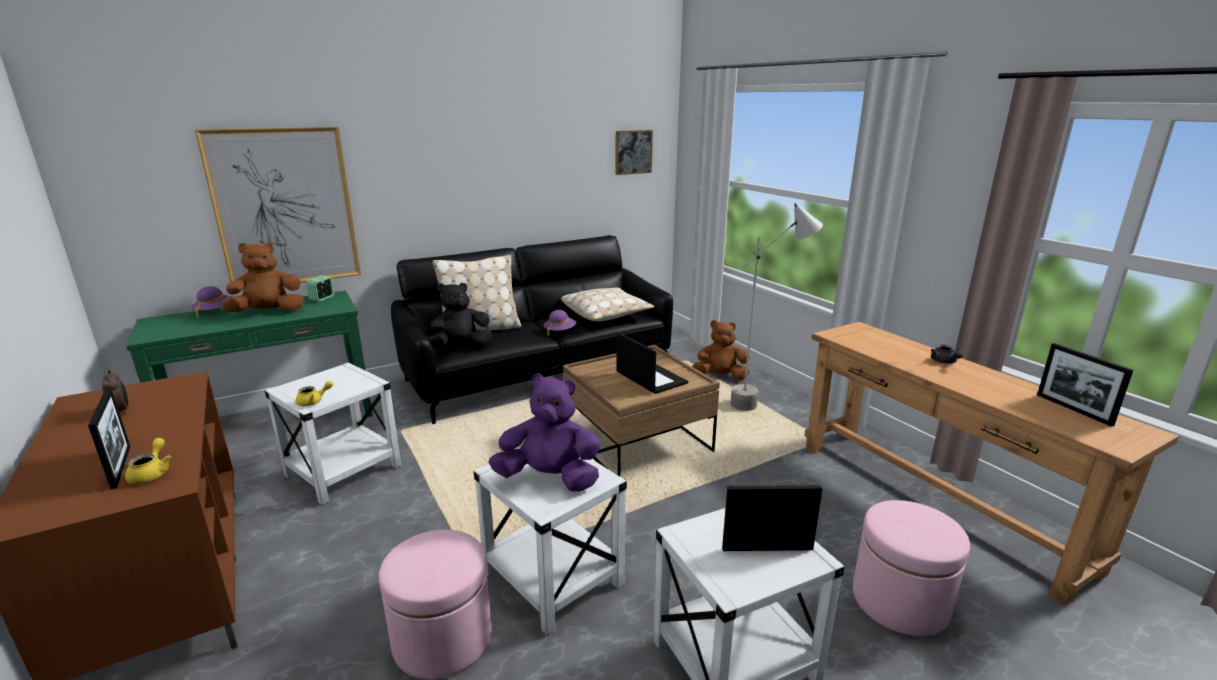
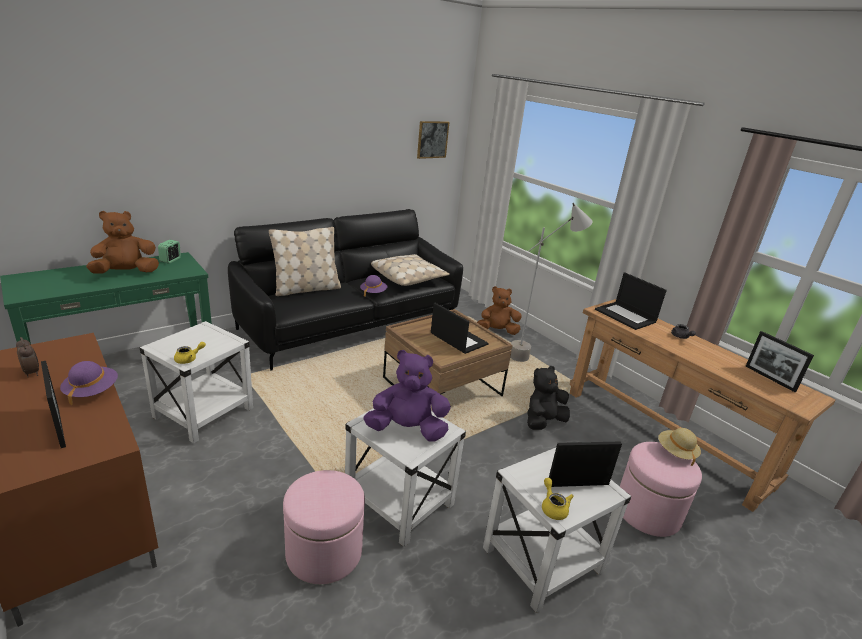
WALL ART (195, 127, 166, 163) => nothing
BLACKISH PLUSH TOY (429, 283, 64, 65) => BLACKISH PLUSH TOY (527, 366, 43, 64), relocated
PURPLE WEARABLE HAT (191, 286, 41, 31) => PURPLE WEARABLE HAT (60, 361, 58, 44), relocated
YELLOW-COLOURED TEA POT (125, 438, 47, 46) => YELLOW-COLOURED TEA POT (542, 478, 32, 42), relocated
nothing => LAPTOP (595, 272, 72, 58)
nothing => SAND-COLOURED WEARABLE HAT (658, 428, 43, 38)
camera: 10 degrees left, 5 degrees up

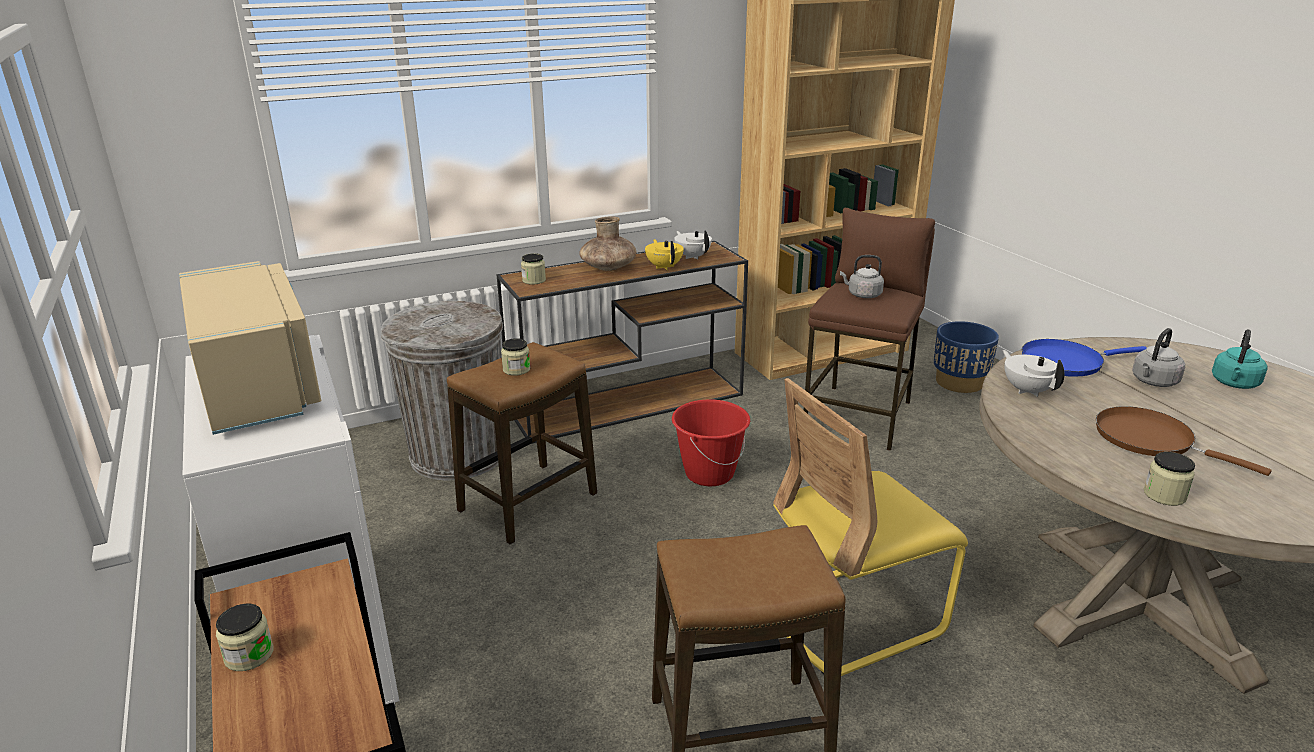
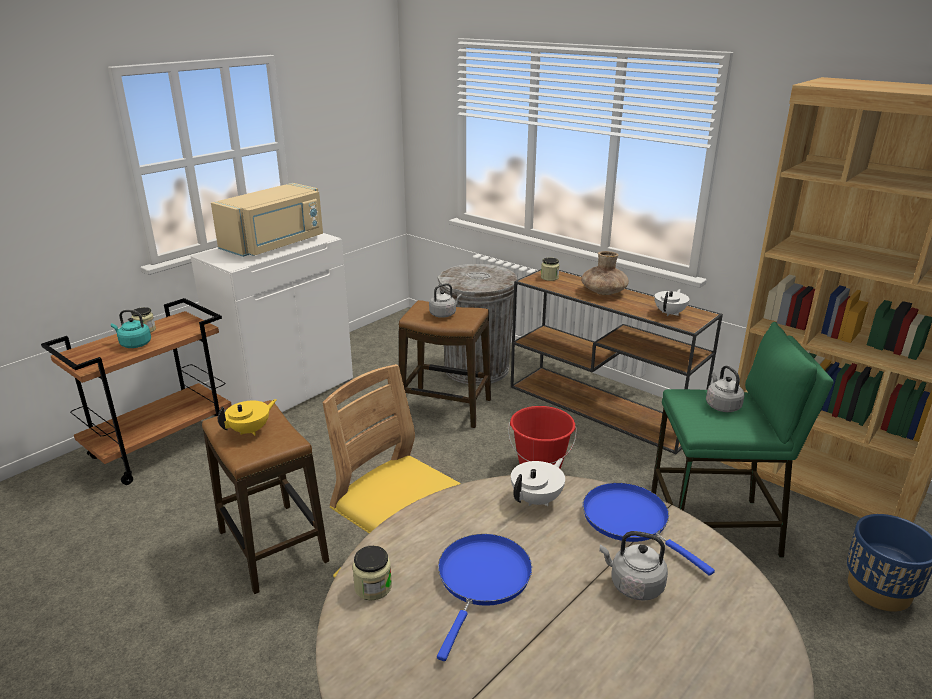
BROWNISH SITTING STOOL (804, 208, 131, 243) => GREEN-COLOURED SITTING STOOL (651, 322, 183, 236)
YELLOW-COLOURED TEA POT (645, 239, 39, 31) => YELLOW-COLOURED TEA POT (218, 399, 59, 37), relocated
TURQUOISE TEA KETTLE (1212, 329, 55, 60) => TURQUOISE TEA KETTLE (111, 310, 40, 38), relocated
PRESERVE JAR (501, 338, 30, 38) => GREY TEA KETTLE (429, 283, 33, 35)
BROWNISH SKILLET (1096, 406, 176, 70) => BLUISH SKILLET (437, 534, 95, 127)
camera: 65 degrees right, 0 degrees up

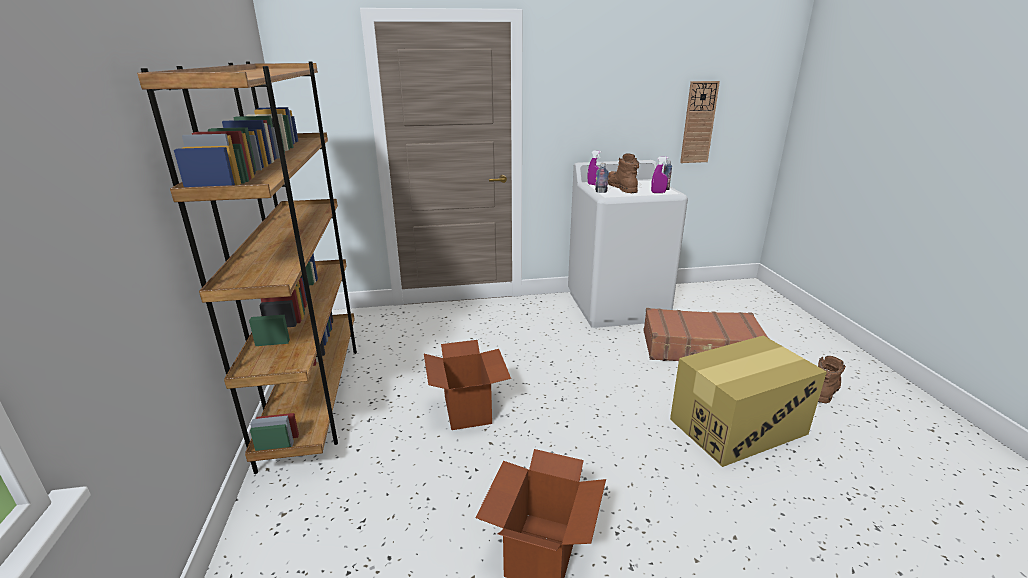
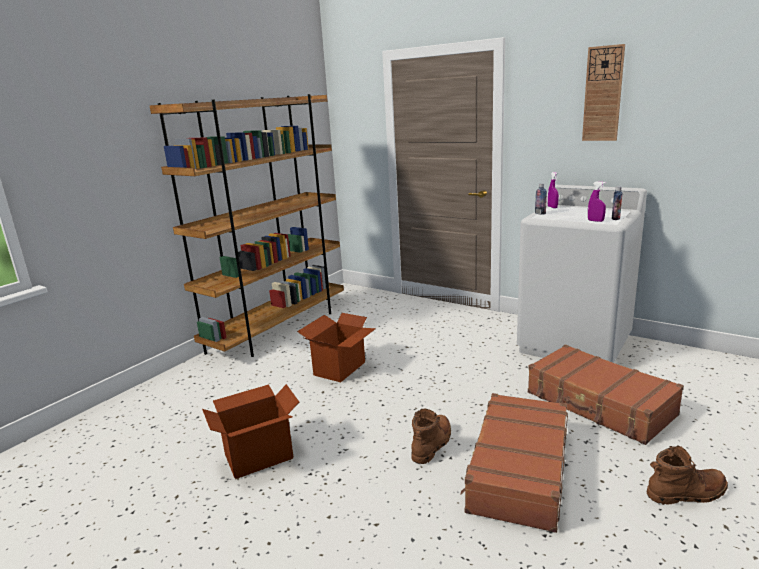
HANGING CLOCK (680, 81, 40, 82) => HANGING CLOCK (582, 44, 43, 97), relocated
BROWNISH BOOT (608, 153, 31, 40) => BROWNISH BOOT (411, 408, 40, 56), relocated
CARDBOARD BOX (670, 335, 157, 132) => BROWNISH SUITCASE (460, 393, 108, 140)
camera: 45 degrees right, 5 degrees down

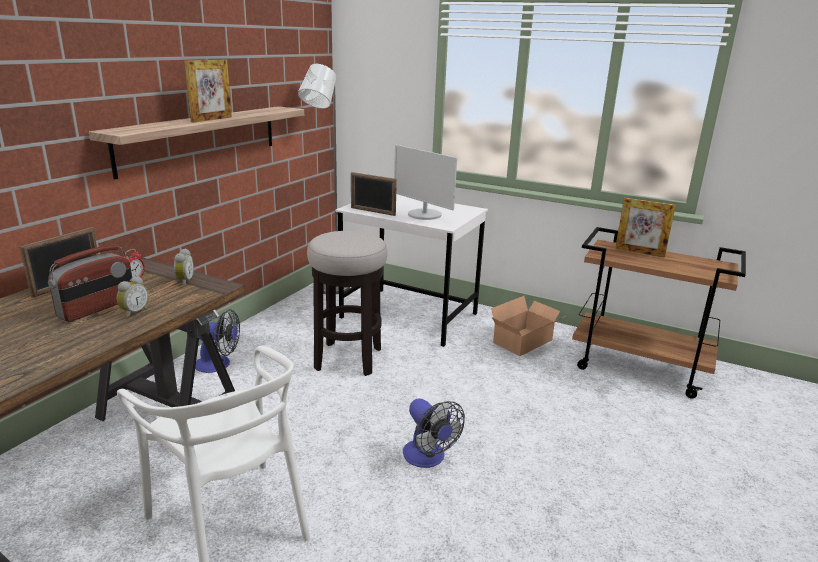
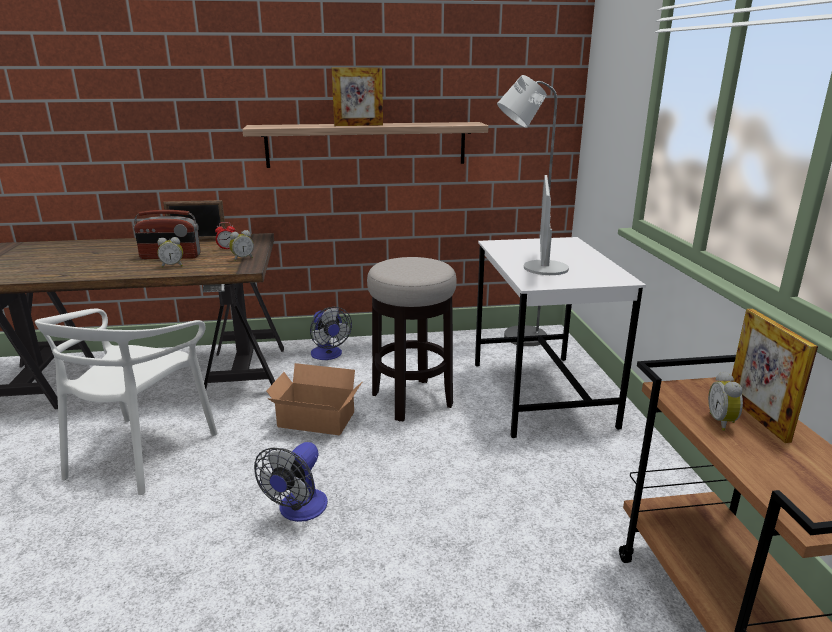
PICTURE FRAME (351, 172, 46, 44) => nothing
CARDBOARD BOX (491, 296, 74, 60) => CARDBOARD BOX (266, 363, 97, 73), relocated
nothing => BEDSIDE CLOCK (708, 371, 35, 60)
camera: 55 degrees right, 0 degrees up

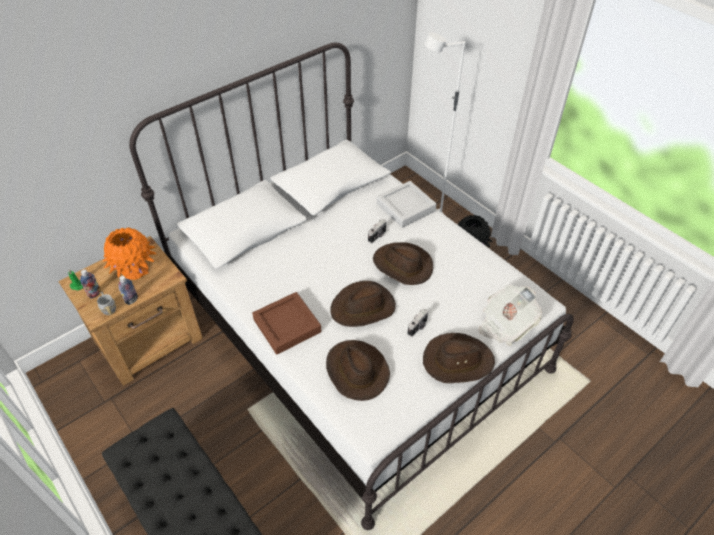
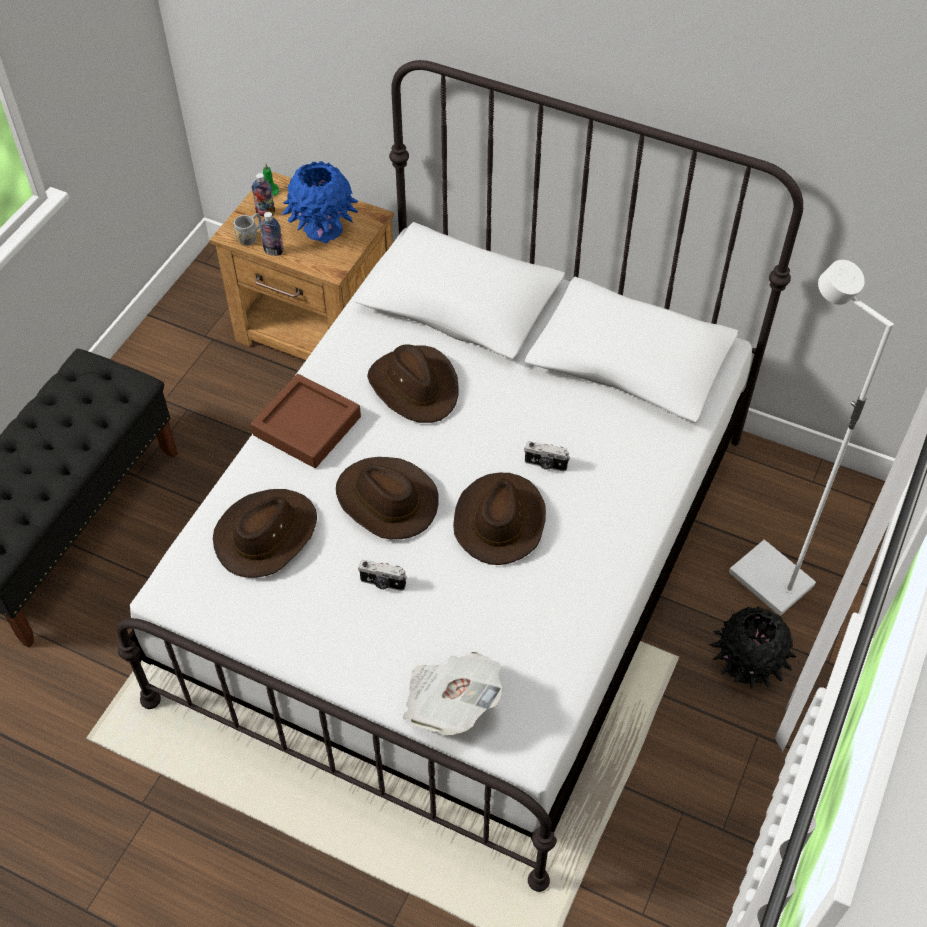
GREY TRAY (377, 181, 59, 47) => nothing
ORANGEY FLOWER VASE (103, 228, 53, 52) => BLUISH FLOWER VASE (282, 161, 77, 83)
BROWNISH WEARABLE HAT (423, 333, 72, 50) => BROWNISH WEARABLE HAT (367, 344, 91, 79), relocated
camera: 65 degrees right, 5 degrees up

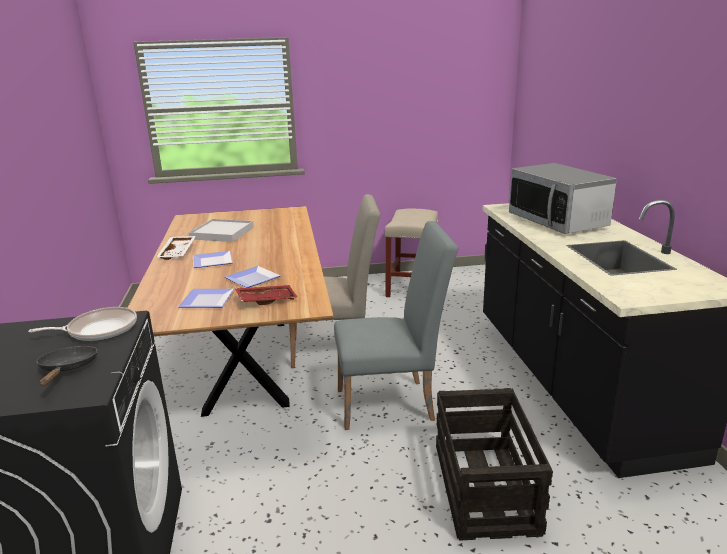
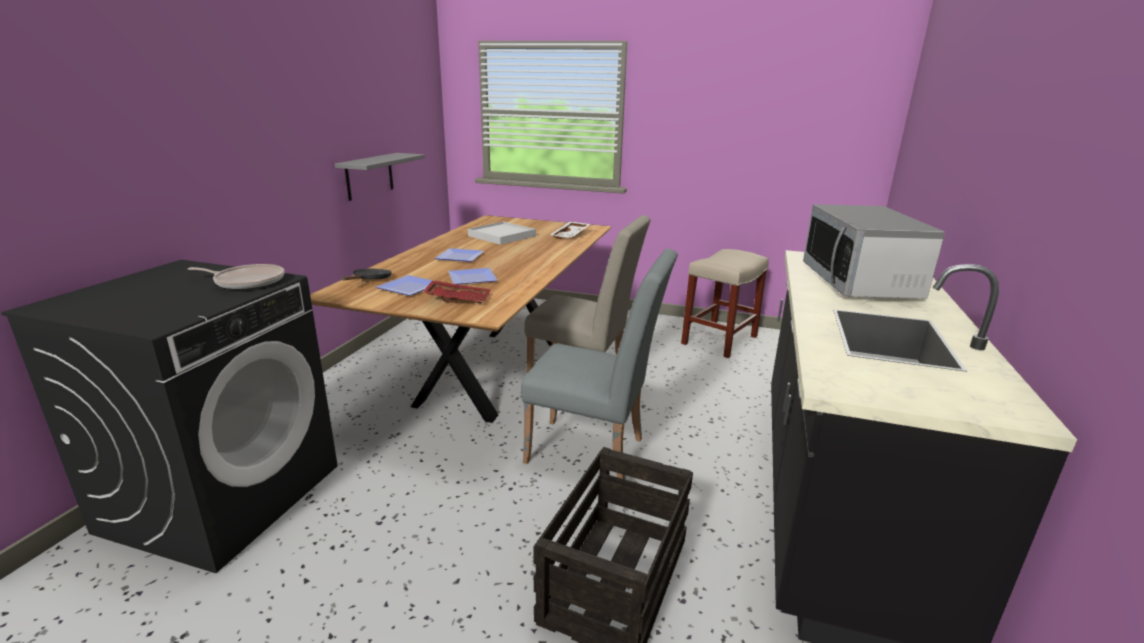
WHITE TRAY (156, 236, 40, 24) => WHITE TRAY (550, 222, 40, 17), relocated
BLACKISH SKILLET (37, 346, 61, 40) => BLACKISH SKILLET (342, 269, 50, 11), relocated
nothing => GREY WALL SHELF (335, 153, 90, 48)
camera: 25 degrees right, 0 degrees up

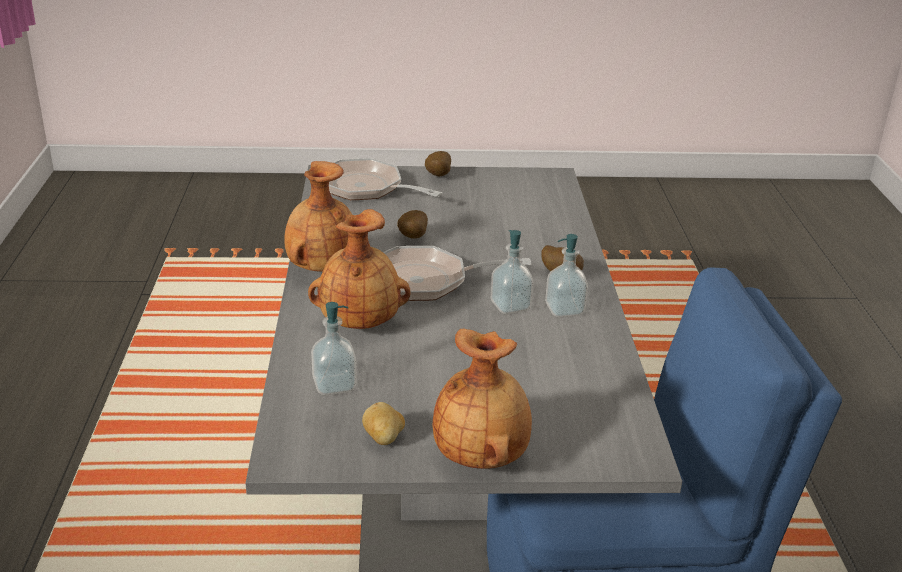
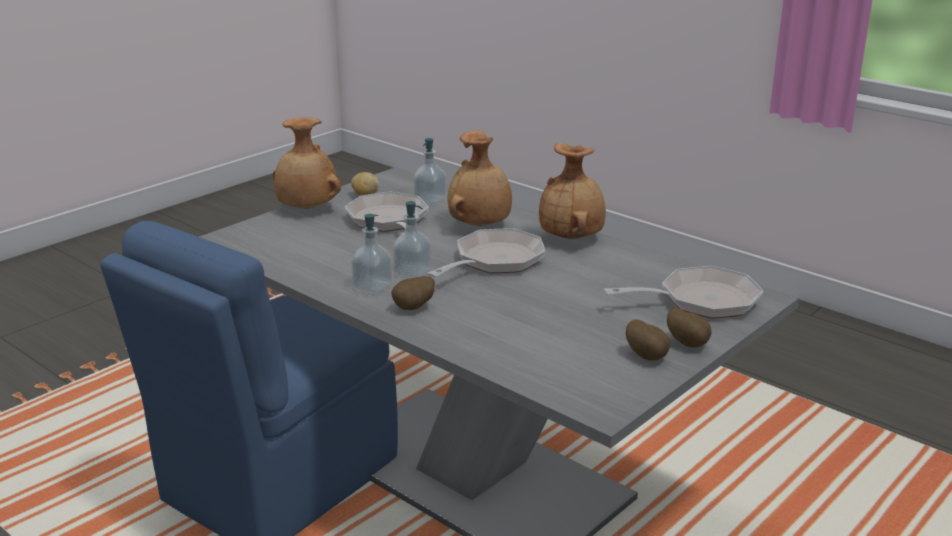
WHOLE POTATO (397, 210, 31, 29) => WHOLE POTATO (626, 319, 45, 42), relocated
nothing => SKILLET (345, 192, 84, 40)
camera: 135 degrees right, 5 degrees down

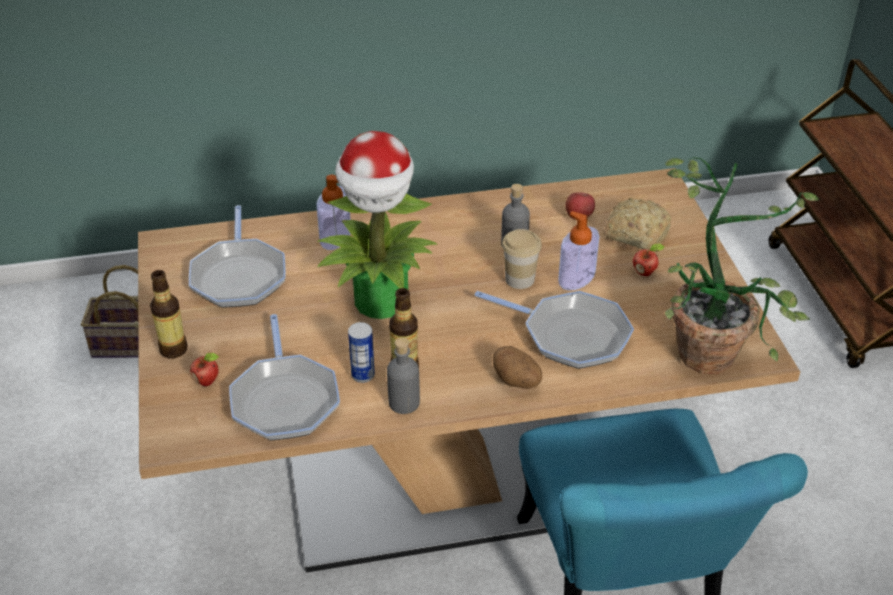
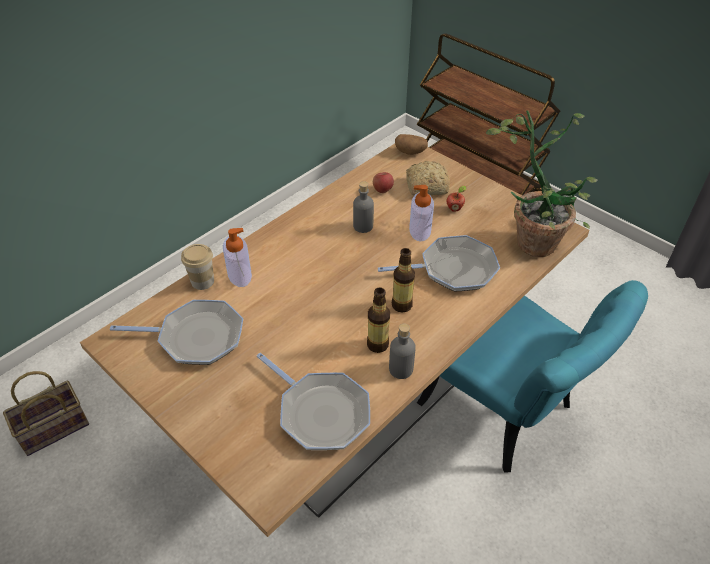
HOUSEPLANT (317, 131, 121, 188) => nothing
SKILLET (189, 205, 96, 103) => SKILLET (110, 300, 133, 65), 45 degrees counterclockwise
CUP (502, 229, 40, 60) => CUP (181, 244, 33, 46), relocated
DRINK BOTTLE (150, 270, 37, 88) => DRINK BOTTLE (392, 248, 23, 65), relocated
CAN (348, 322, 27, 61) => nothing
WHOLE POTATO (493, 346, 50, 43) => WHOLE POTATO (395, 134, 33, 21), relocated
APPLE (190, 352, 29, 34) => nothing
camera: 35 degrees left, 5 degrees up

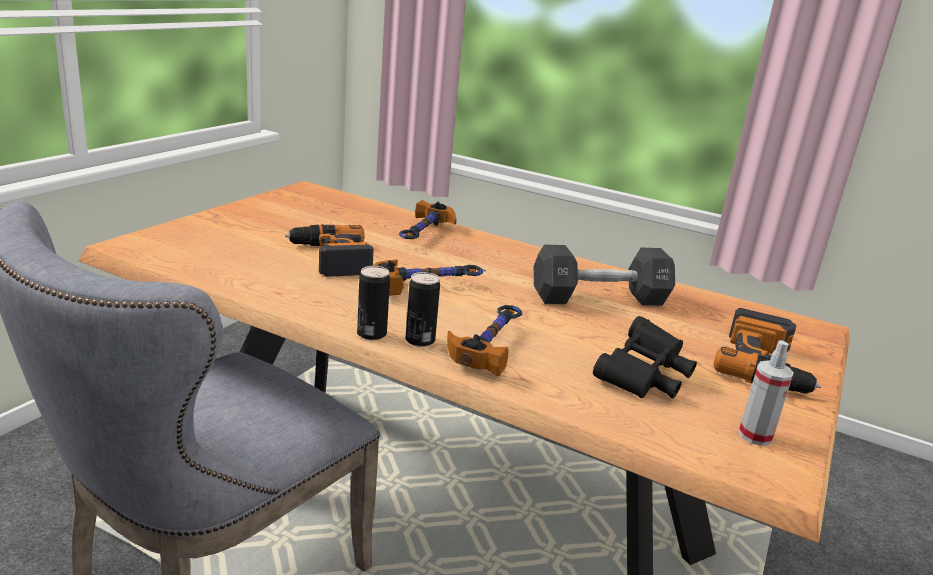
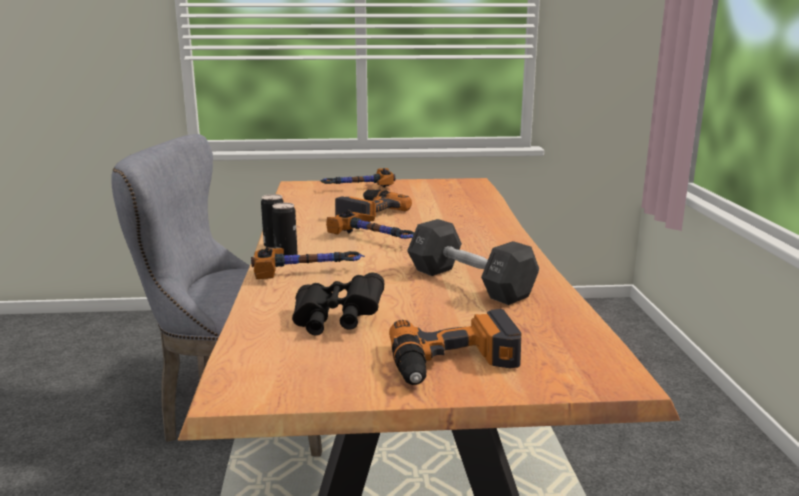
HAND HAMMER (399, 200, 58, 39) => HAND HAMMER (320, 168, 75, 20), relocated
HAND SPRAYER (739, 340, 55, 106) => nothing
camera: 60 degrees right, 5 degrees down

